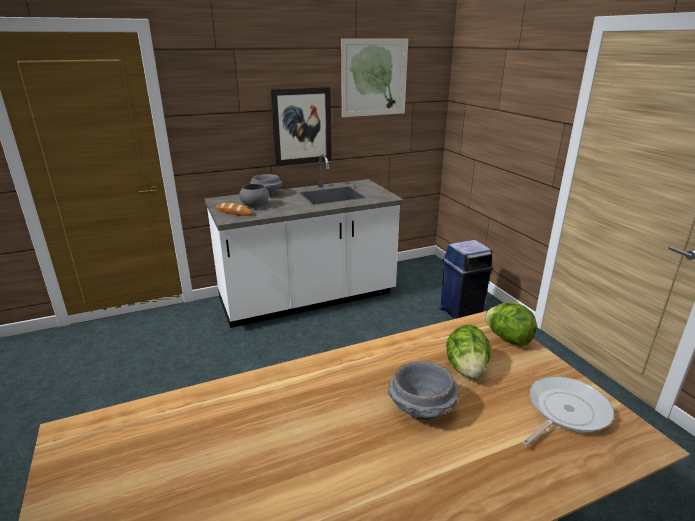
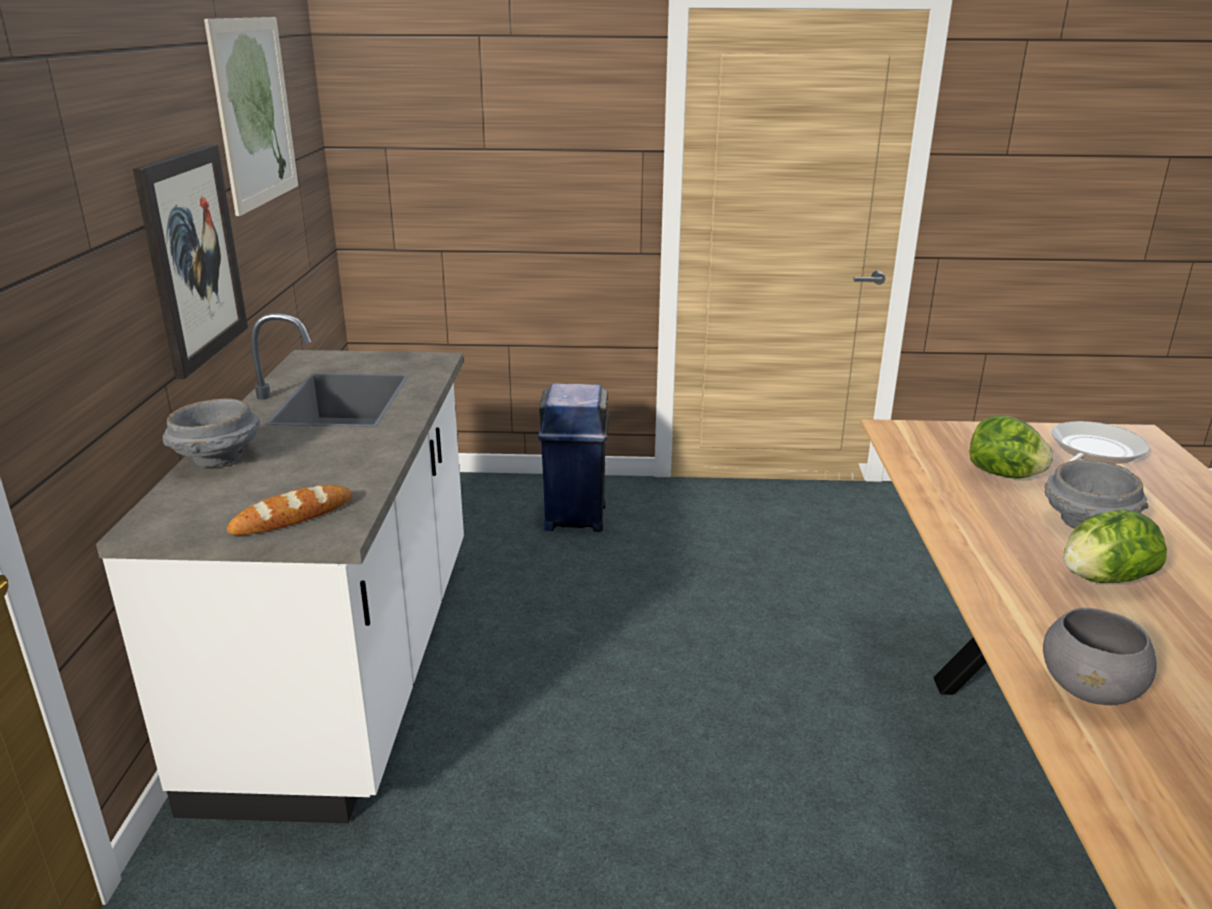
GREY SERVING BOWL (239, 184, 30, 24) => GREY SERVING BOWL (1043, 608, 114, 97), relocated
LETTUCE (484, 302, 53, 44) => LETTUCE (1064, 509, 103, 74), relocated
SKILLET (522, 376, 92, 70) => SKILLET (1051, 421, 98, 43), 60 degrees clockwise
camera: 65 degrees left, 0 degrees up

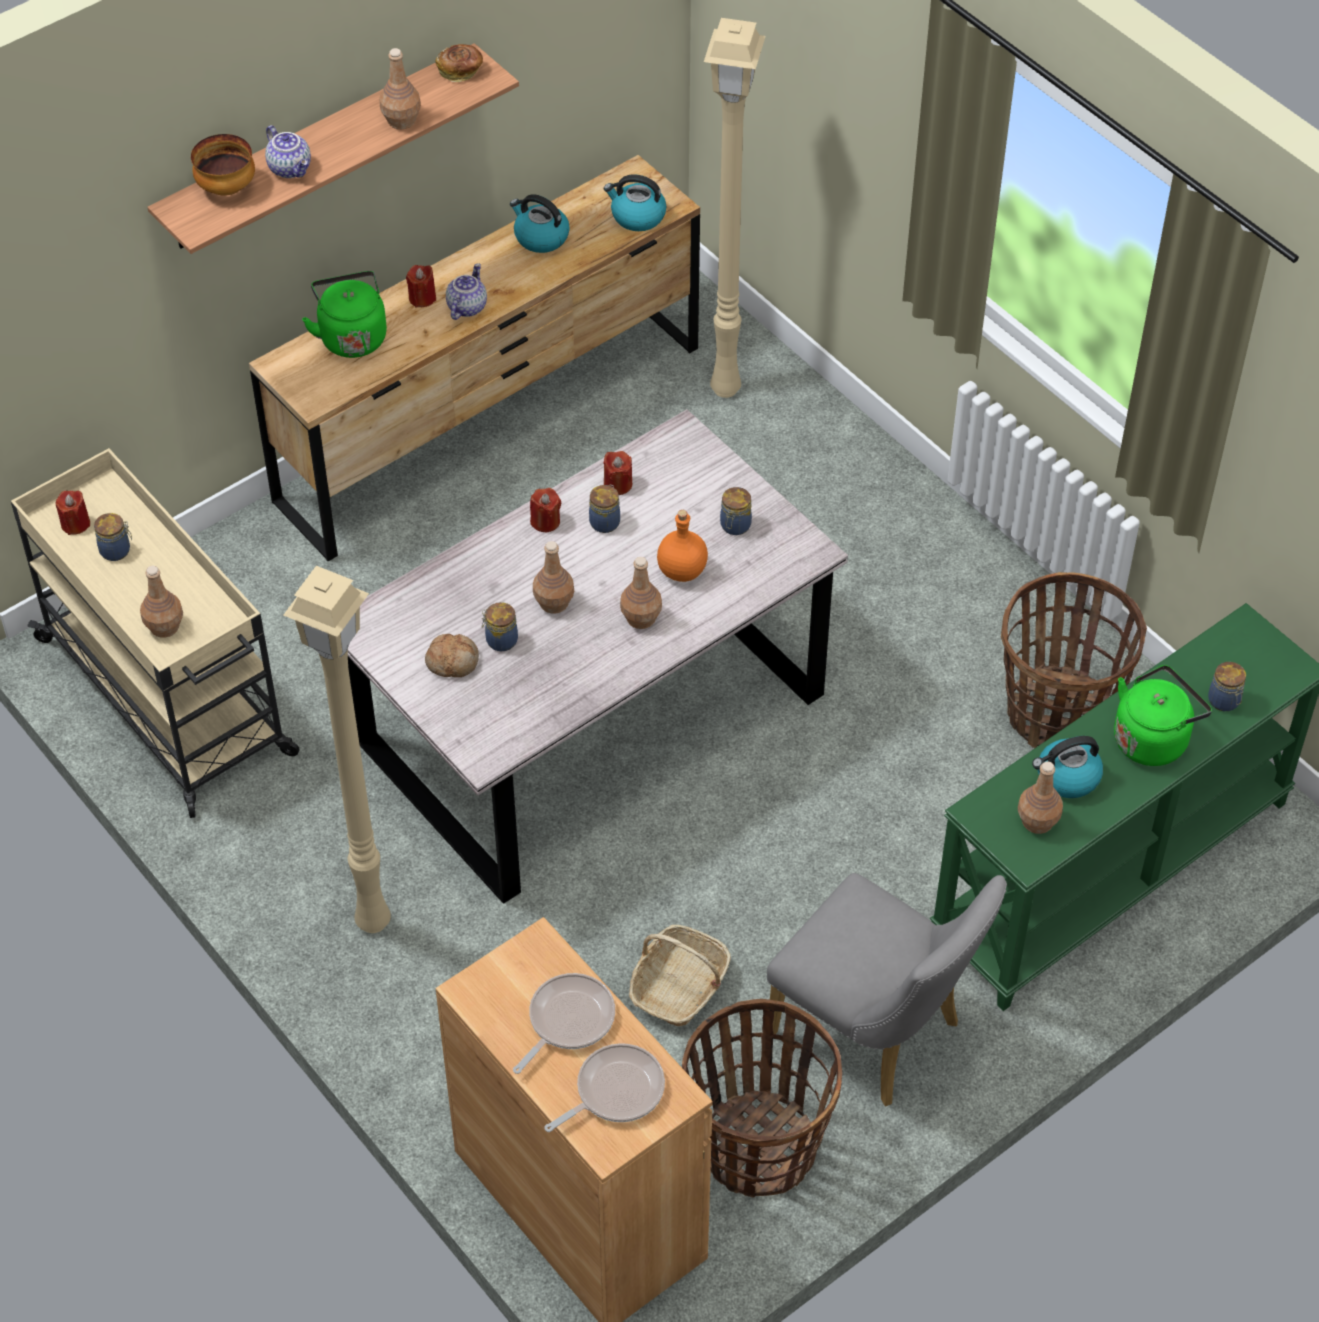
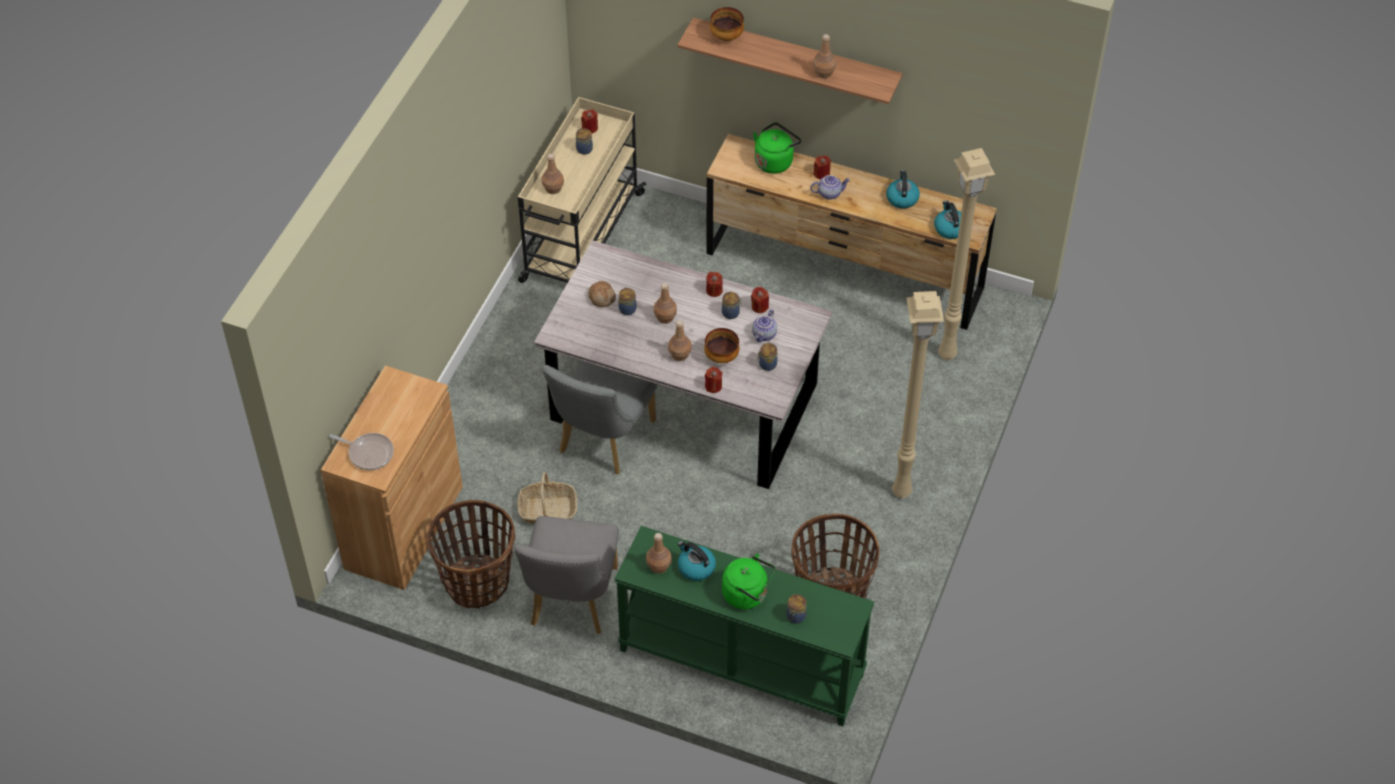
BREAD (435, 44, 48, 38) => nothing
TEA POT (265, 125, 46, 53) => TEA POT (752, 310, 25, 32), relocated
ORANGEY DRINK BOTTLE (657, 510, 51, 72) => SERVING BOWL (704, 328, 35, 35)
SAND-COLOURED STANDING LAMP (284, 566, 107, 367) => SAND-COLOURED STANDING LAMP (892, 291, 52, 207), relocated
SKILLET (513, 973, 102, 101) => nothing
nothing => GREY PLAIN CHAIR (542, 361, 115, 113)
nothing => REDDISH WAX CANDLE (705, 367, 18, 26)
camera: 60 degrees right, 0 degrees up

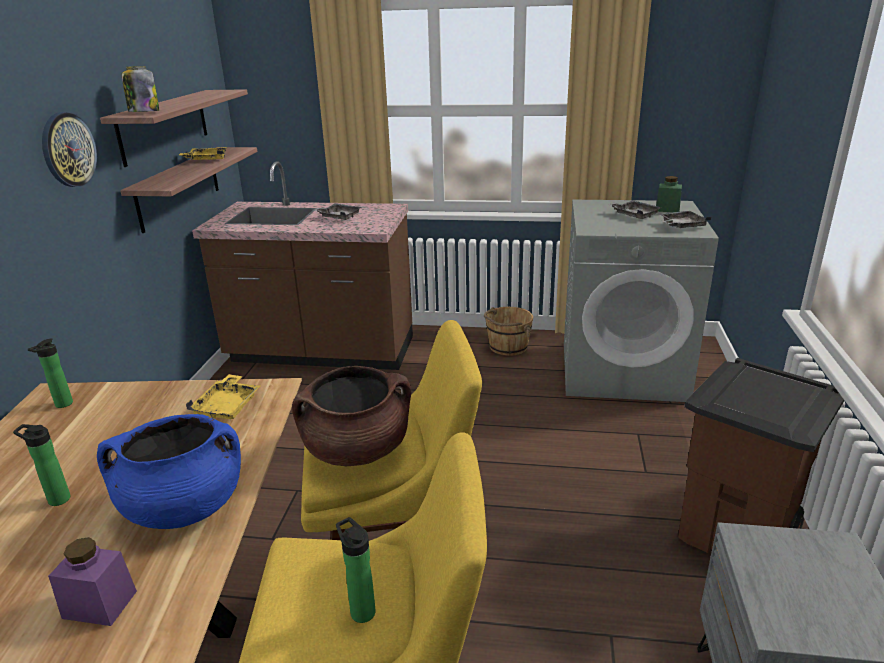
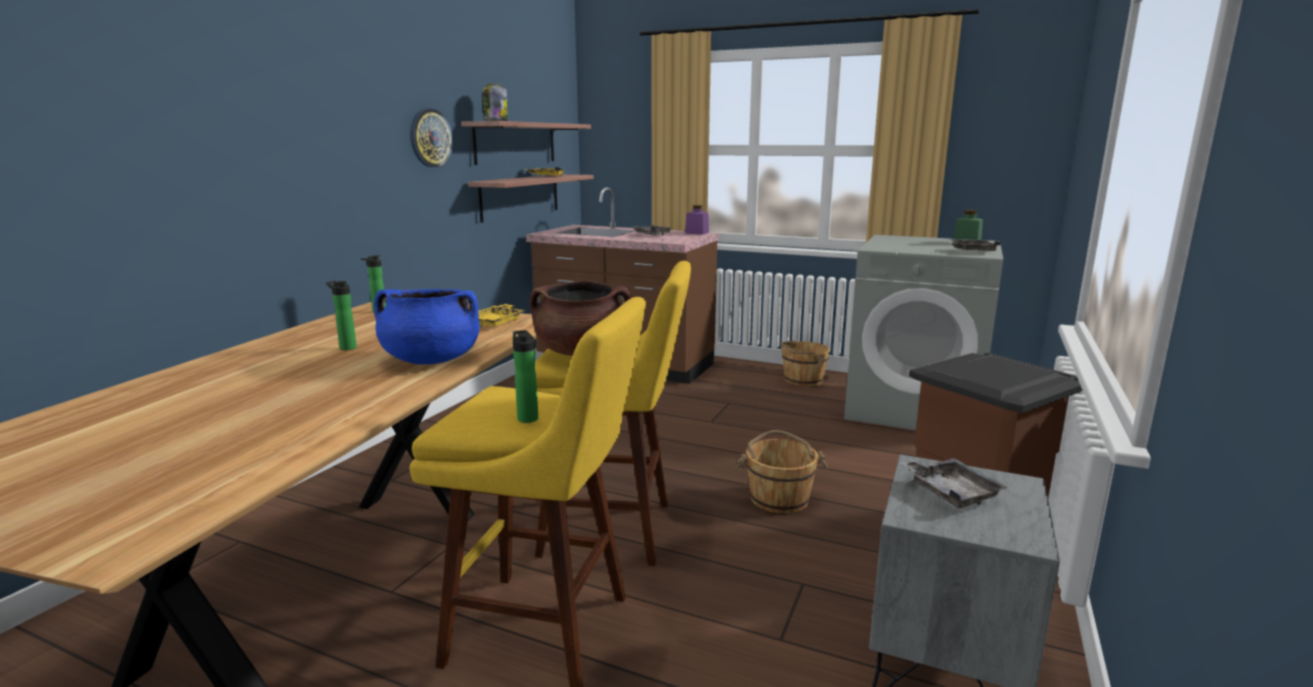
GREY TRAY (608, 200, 53, 19) => GREY TRAY (899, 458, 109, 51), relocated
PURPLE PRESERVE JAR (48, 537, 89, 89) => PURPLE PRESERVE JAR (685, 205, 24, 30), relocated
nothing => BROWNISH WATER BUCKET (735, 430, 93, 84)
camera: 15 degrees right, 10 degrees down

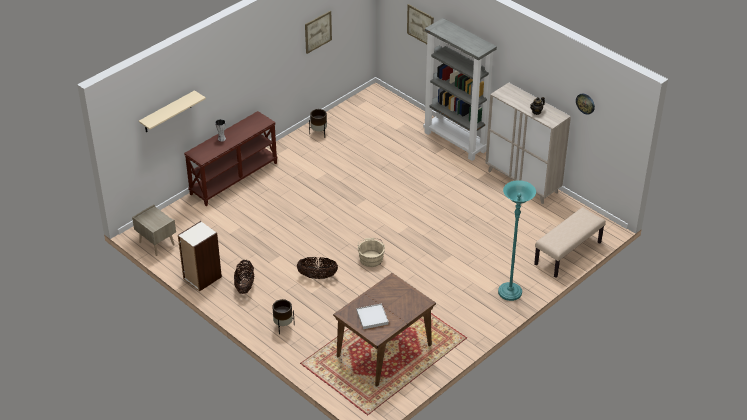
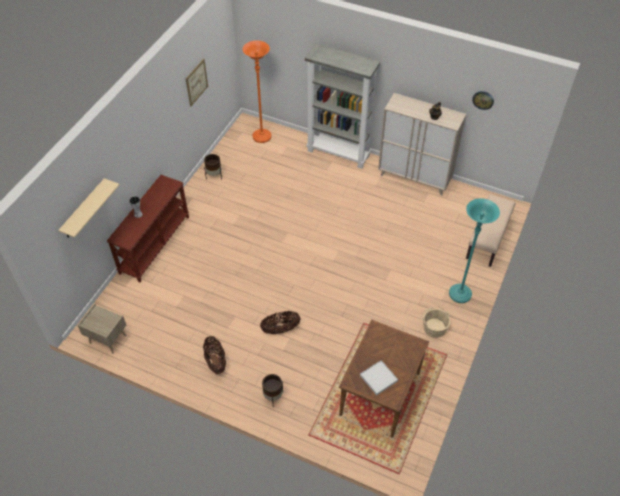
WALL ART (407, 4, 27, 40) => nothing
BOOKSHELF (178, 221, 44, 71) => nothing
SAND-COLOURED WATER BUCKET (357, 238, 28, 29) => SAND-COLOURED WATER BUCKET (421, 306, 30, 32), relocated
nothing => ORANGEY STANDING LAMP (242, 40, 29, 103)
camera: 20 degrees left, 10 degrees up

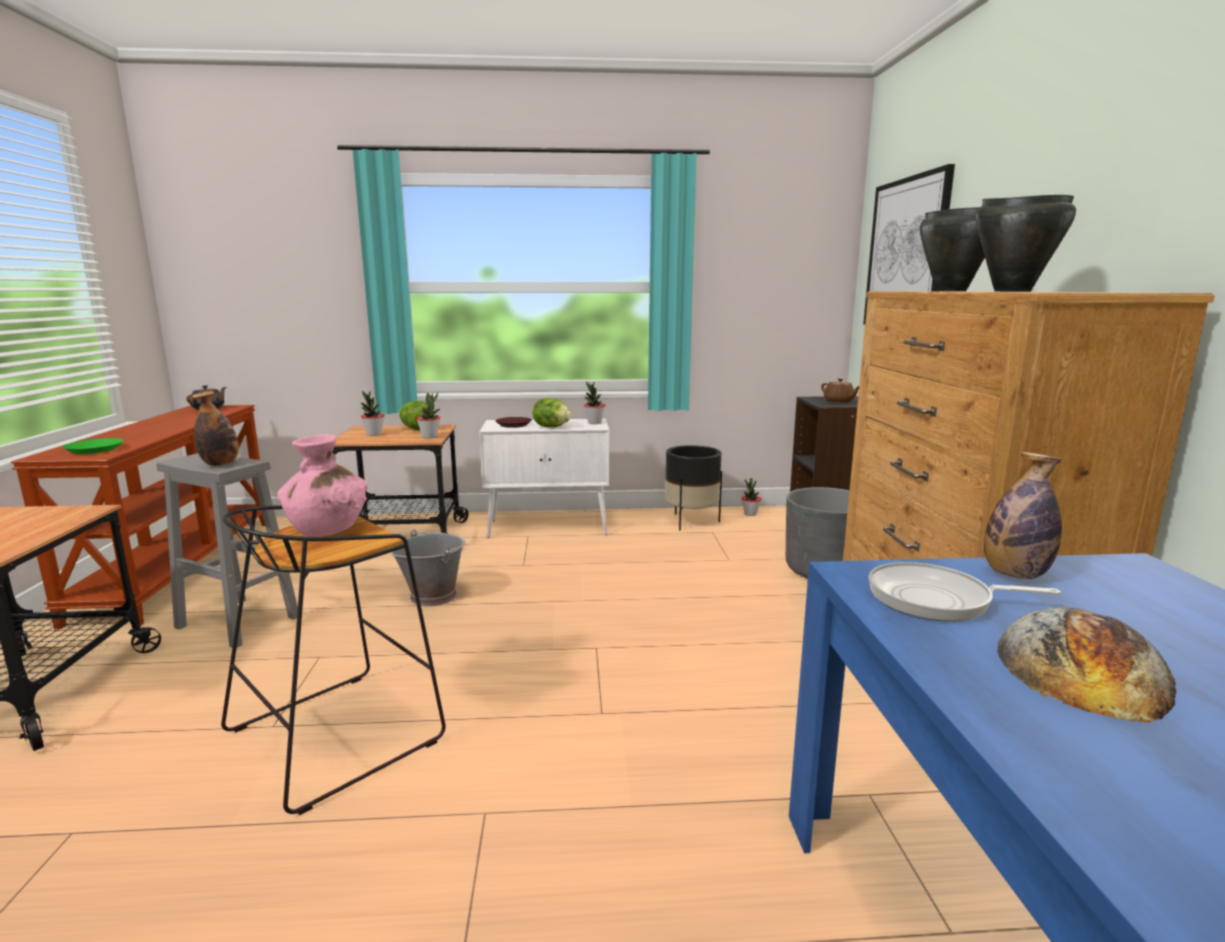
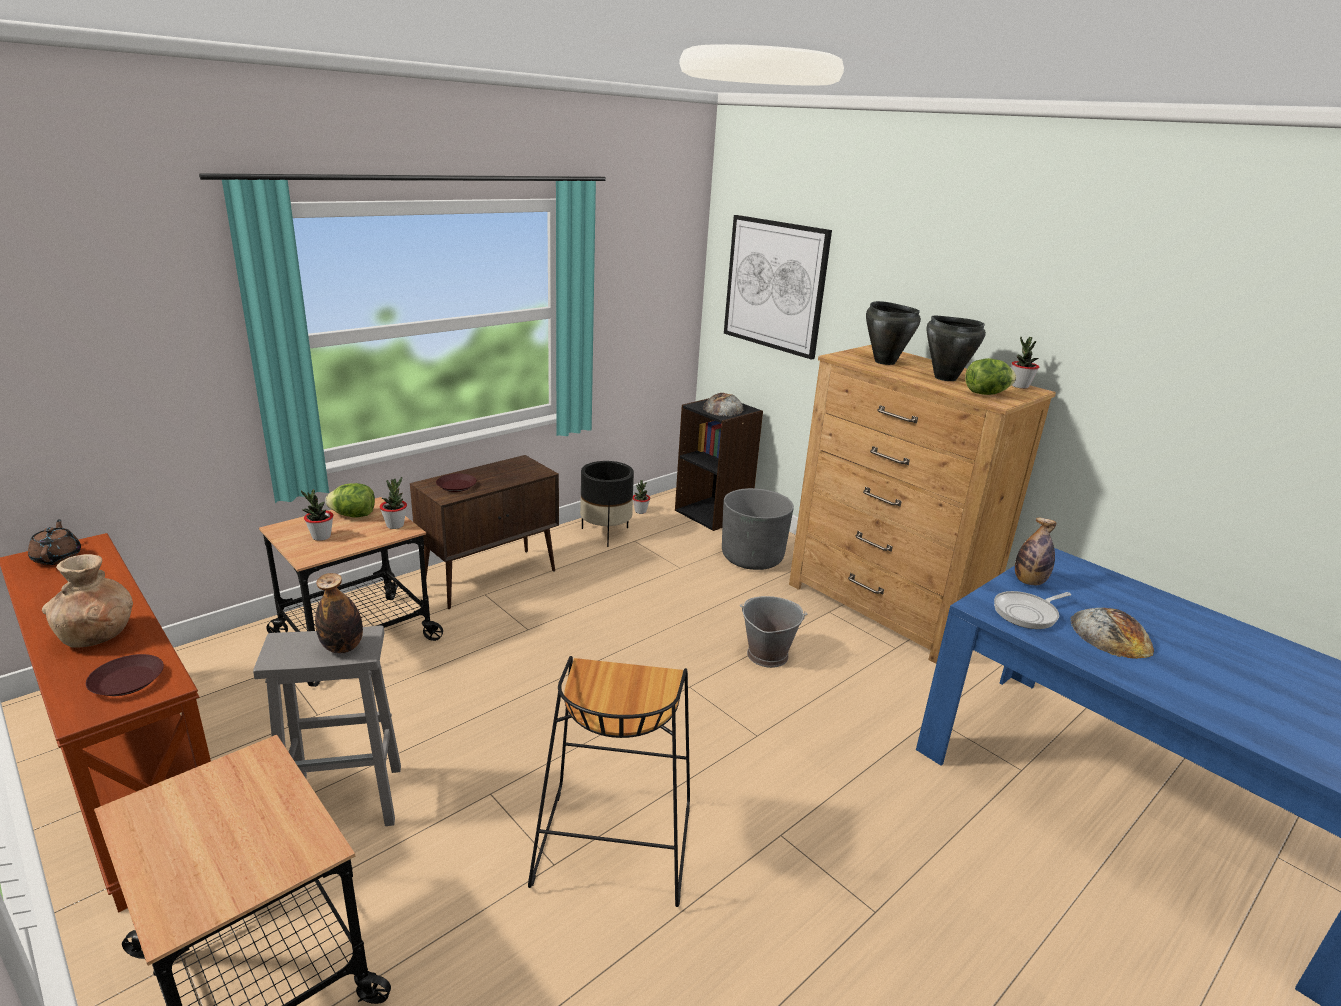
BROWNISH TEA POT (821, 378, 38, 25) => BREAD (703, 393, 41, 23)
HOUSEPLANT (584, 381, 21, 43) => HOUSEPLANT (1012, 337, 27, 52), relocated
LETTUCE (533, 398, 38, 29) => LETTUCE (965, 358, 51, 37), relocated
WHITE STORAGE CABINET (479, 419, 130, 119) => BROWNISH STORAGE CABINET (410, 455, 149, 154)
PINKISH FLOWER VASE (277, 434, 91, 103) => nothing
GREEN-COLOURED FLAT DISH (62, 438, 62, 16) => BROWNISH FLAT DISH (86, 654, 78, 42)
GREY WATER BUCKET (391, 530, 75, 76) => GREY WATER BUCKET (740, 596, 67, 72), relocated
nothing => BROWNISH FLOWER VASE (42, 554, 91, 94)
camera: 40 degrees left, 10 degrees up

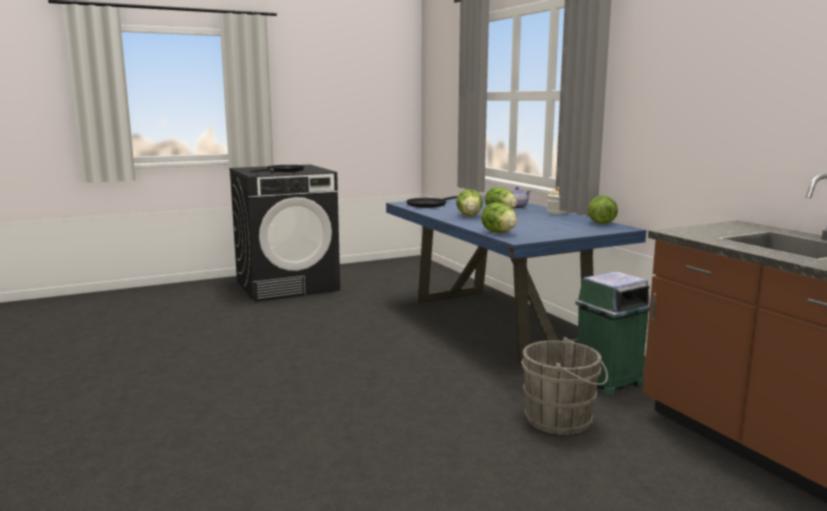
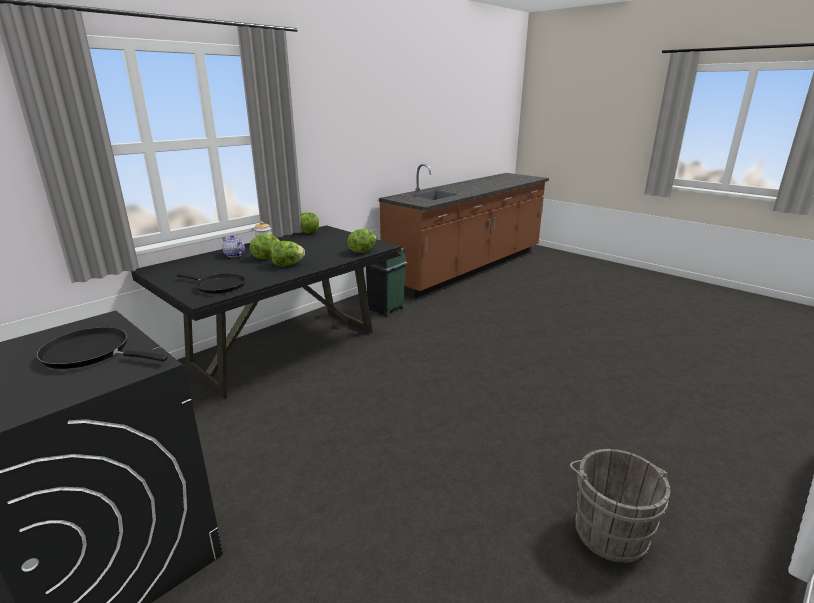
BLUISH DINNER TABLE (386, 195, 261, 169) => BLACKISH DINNER TABLE (131, 225, 270, 174)
GREY WATER BUCKET (521, 337, 87, 98) => GREY WATER BUCKET (570, 449, 100, 114), relocated
camera: 110 degrees left, 10 degrees up

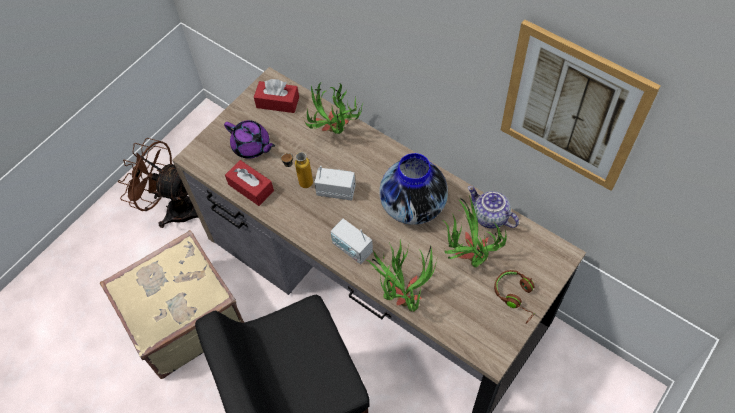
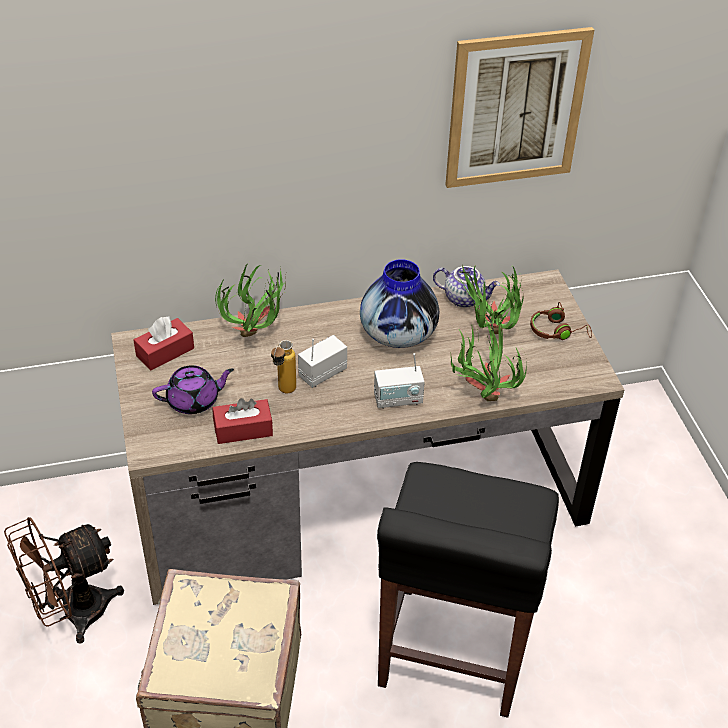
TEA POT (468, 186, 51, 42) => TEA POT (433, 266, 67, 42), 150 degrees counterclockwise
camera: 55 degrees left, 15 degrees down

